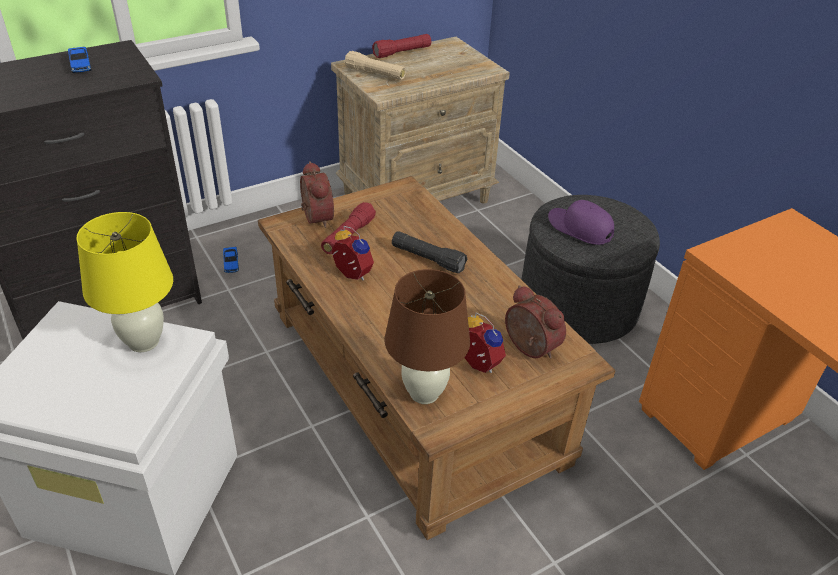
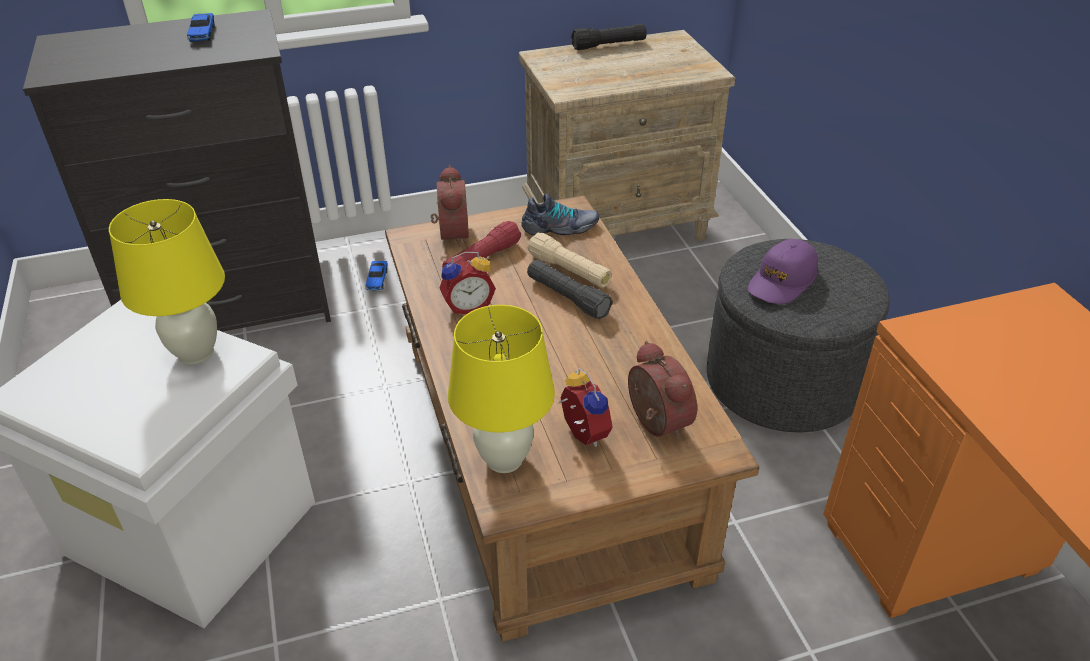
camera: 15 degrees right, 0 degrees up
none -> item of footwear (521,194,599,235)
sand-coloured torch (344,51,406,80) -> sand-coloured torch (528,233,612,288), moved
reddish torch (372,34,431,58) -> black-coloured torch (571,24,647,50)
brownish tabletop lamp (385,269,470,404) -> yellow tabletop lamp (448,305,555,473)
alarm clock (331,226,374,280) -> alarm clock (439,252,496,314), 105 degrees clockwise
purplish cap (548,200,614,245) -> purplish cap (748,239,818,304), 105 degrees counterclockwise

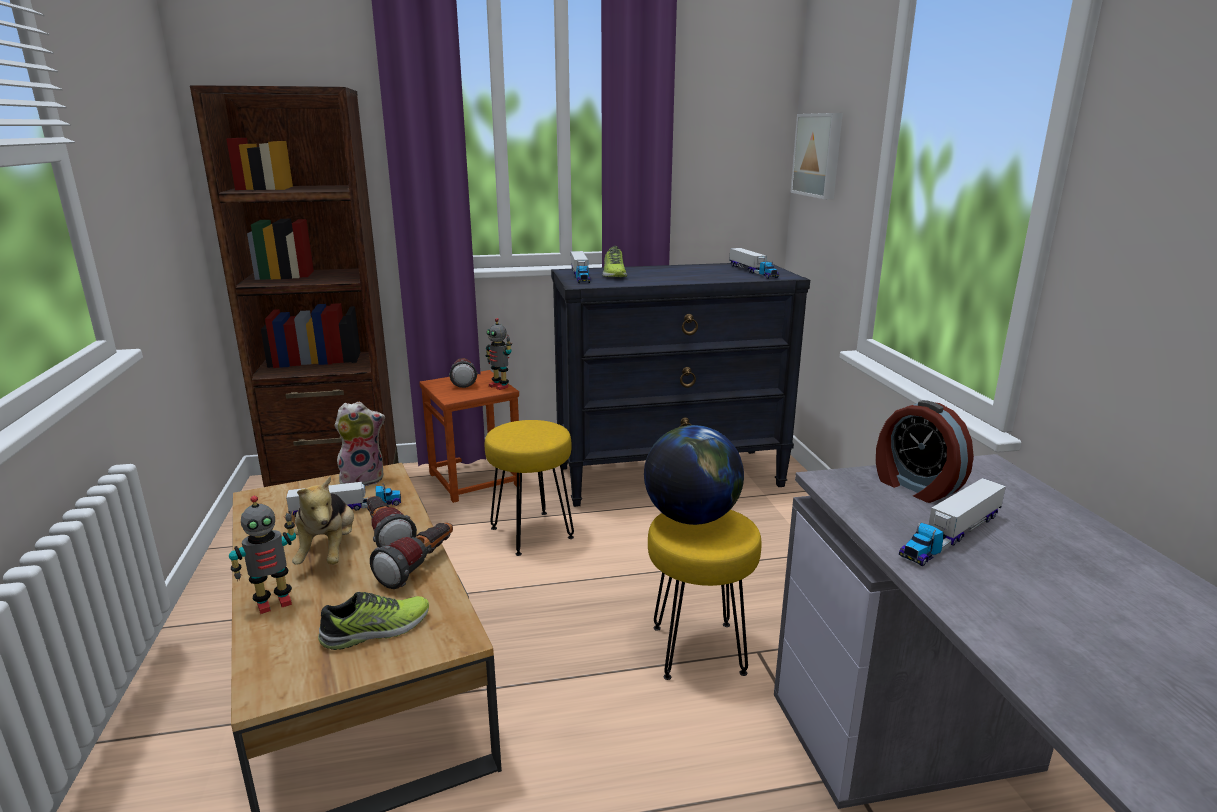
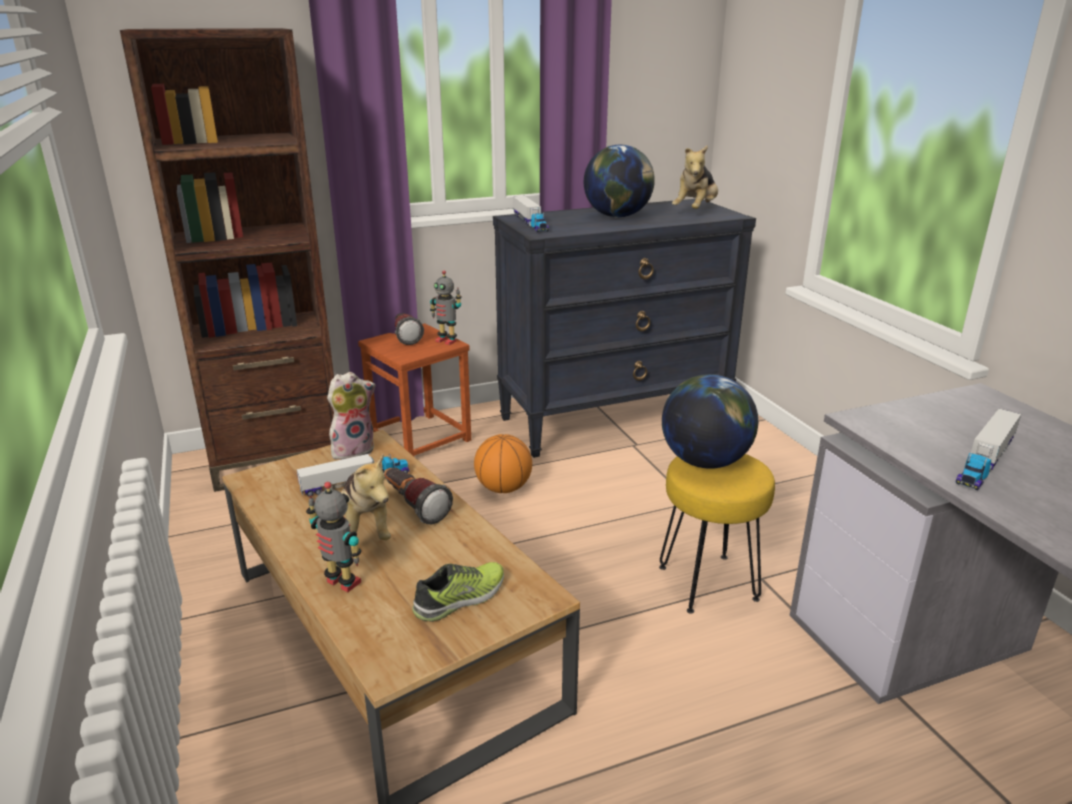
camera: 10 degrees left, 5 degrees up
torch (370,522,453,589) -> none
item of footwear (603,246,627,277) -> none
wall art (790,113,843,199) -> none
alarm clock (876,400,974,503) -> none
none -> globe (584,144,655,217)
yellow stool seat (485,420,574,556) -> ball for basketball (474,434,532,493)
model truck (730,248,779,279) -> plush toy (672,145,718,209)
model robot (229,496,296,614) -> model robot (306,482,361,592), 105 degrees counterclockwise

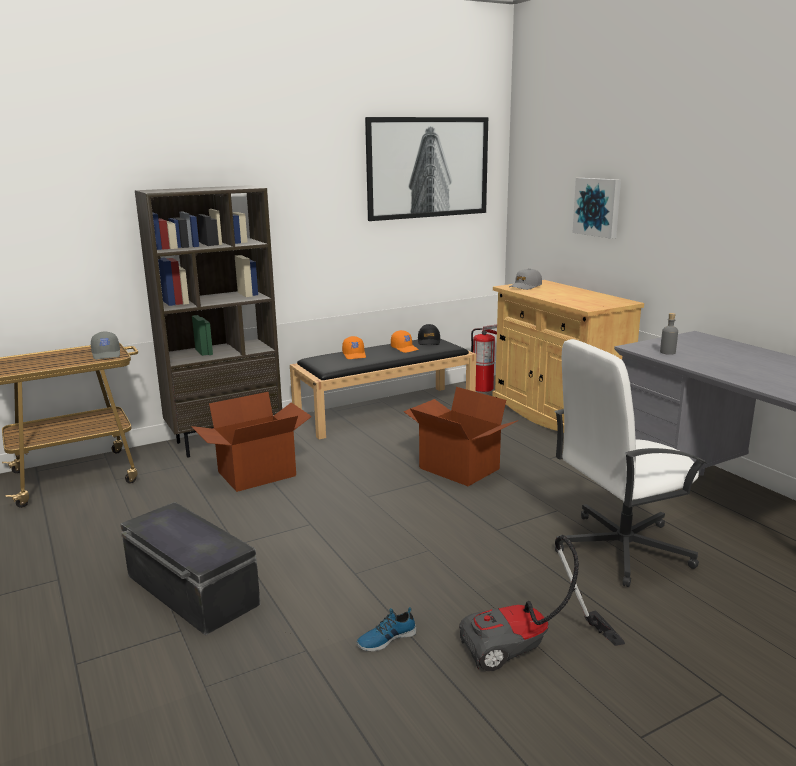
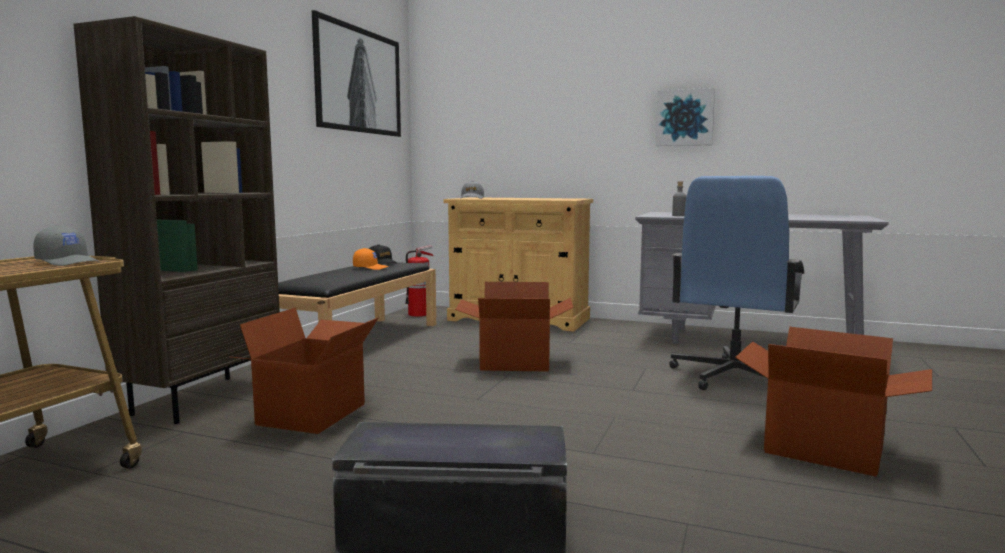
camera: 40 degrees left, 10 degrees down
orangey cap (342,336,366,359) -> none
item of footwear (356,607,417,651) -> none
wall art (573,178,621,239) -> wall art (656,88,715,146), moved
vacuum (459,535,625,671) -> cardboard box (735,327,932,477)
white-coloured computer chair (554,339,707,587) -> blue computer chair (669,176,804,390)

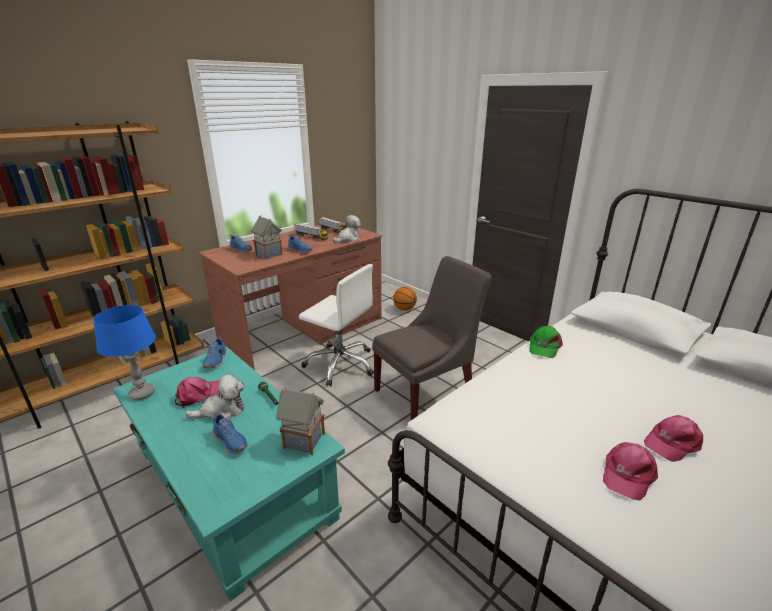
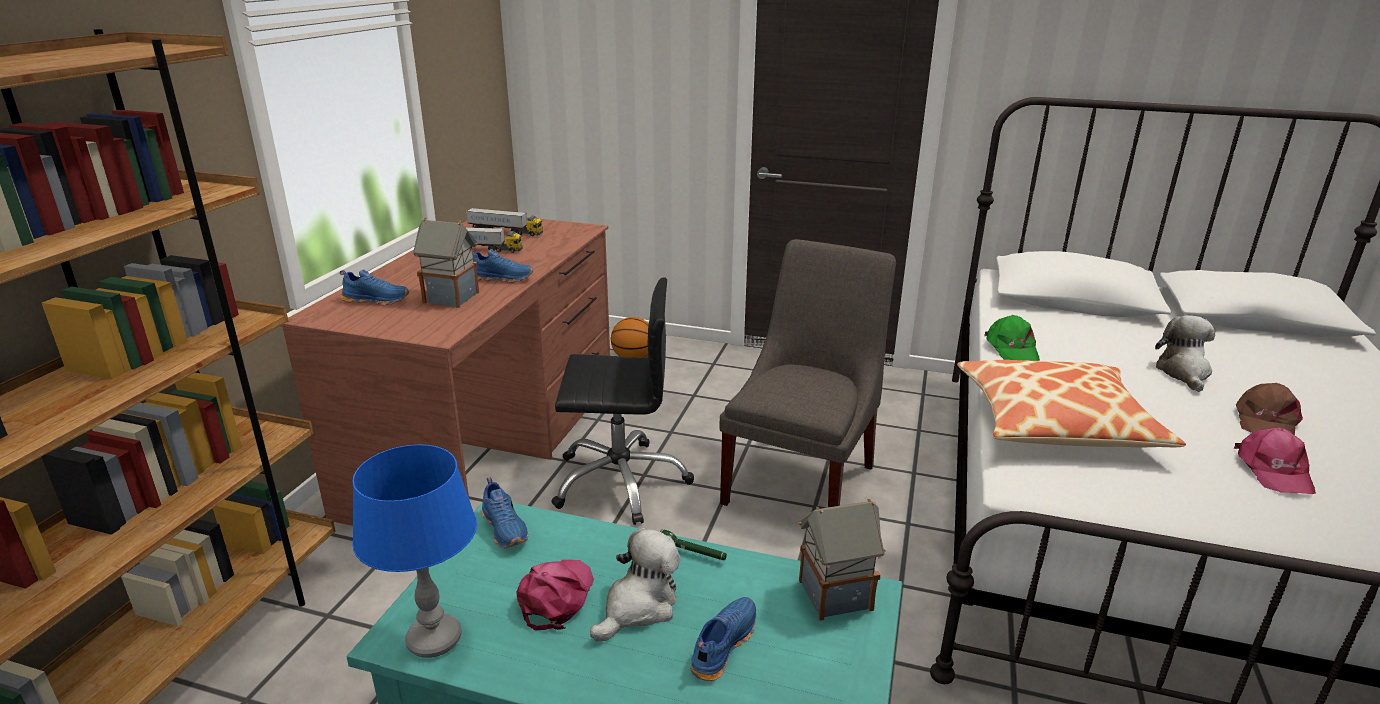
camera: 30 degrees left, 0 degrees up
none -> pillow (957,360,1186,447)
plush toy (333,215,361,243) -> plush toy (1155,315,1215,392), moved
white-coloured computer chair (299,264,374,386) -> black-coloured computer chair (551,278,694,525)
pink cap (644,415,703,462) -> brownish cap (1236,383,1303,435)
blue item of footwear (213,411,248,454) -> blue item of footwear (691,597,756,681), 75 degrees counterclockwise

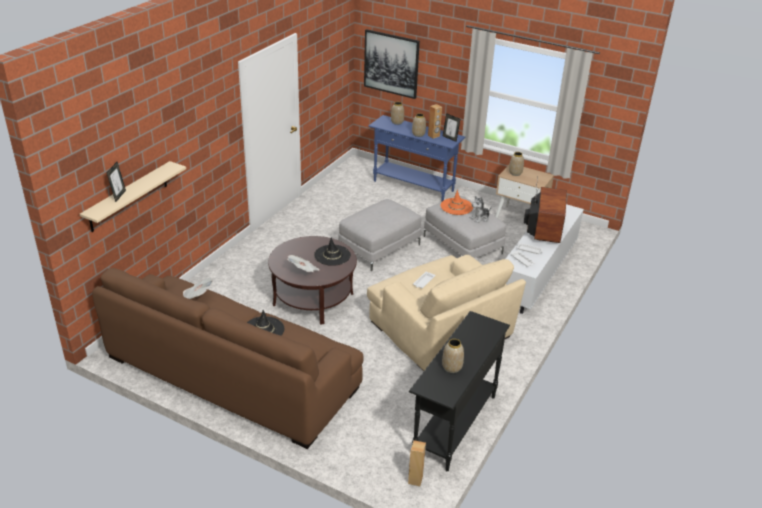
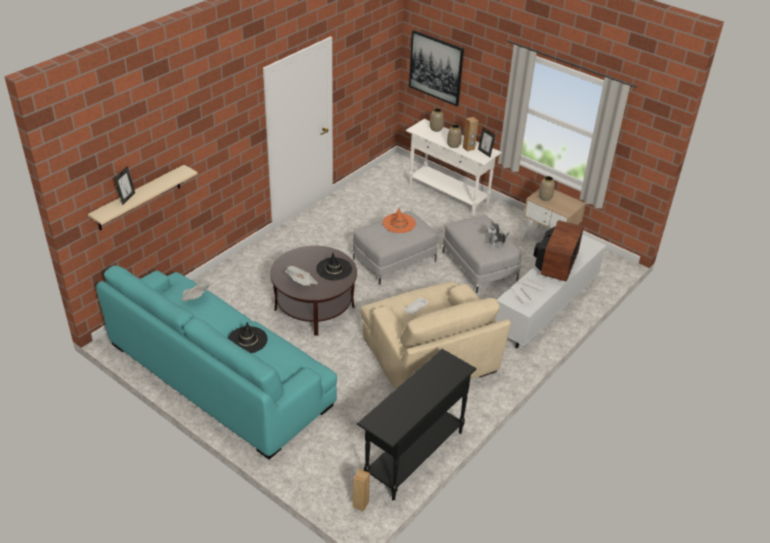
camera: 10 degrees right, 5 degrees up
vase (442,339,464,373) -> none
orangey clothing hat (441,190,473,215) -> orangey clothing hat (383,208,416,233), moved
brownish sofa (92,268,364,449) -> turquoise-coloured sofa (96,265,337,459)
blue console table (368,115,465,202) -> white-coloured console table (406,119,502,216)

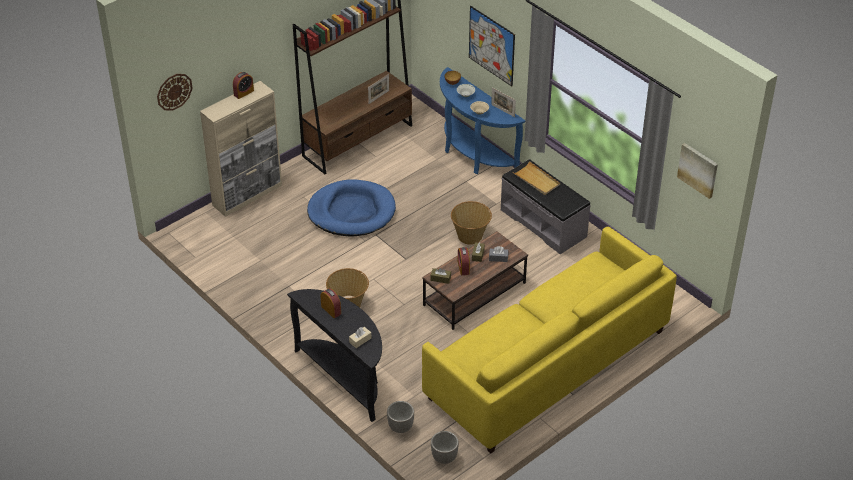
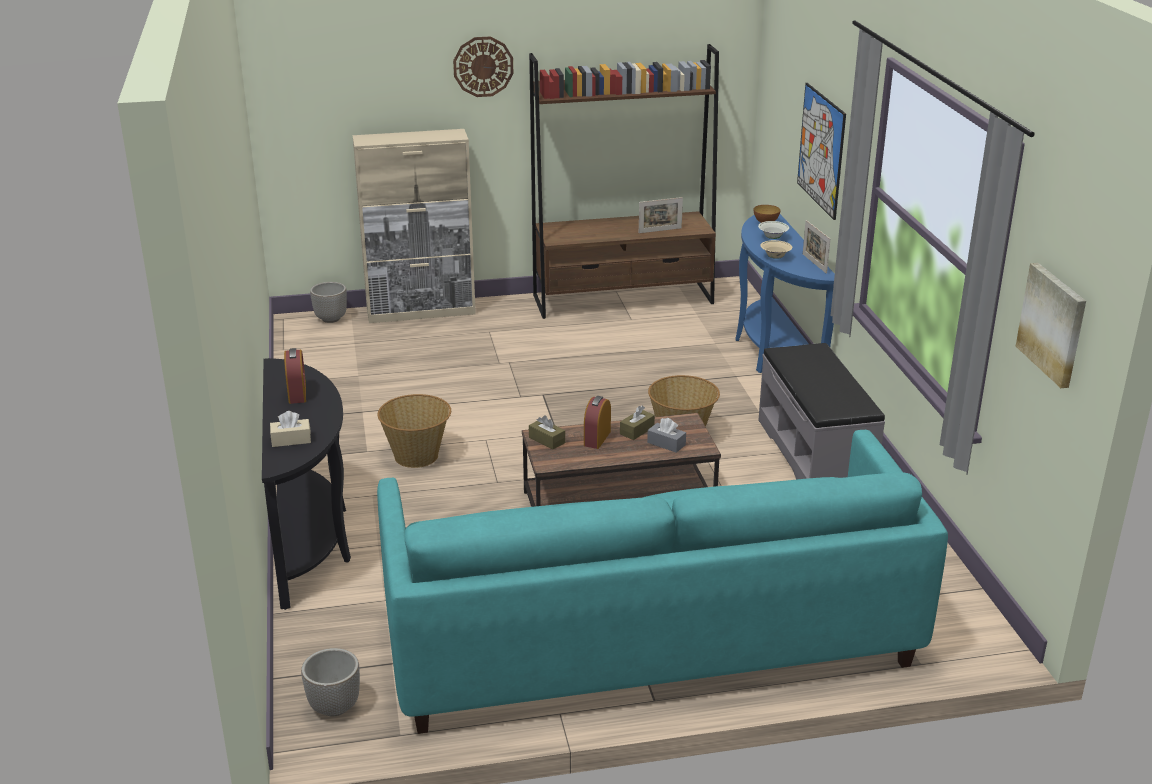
camera: 30 degrees right, 15 degrees down
alarm clock (233,72,254,99) -> none
blue pet bed (307,179,396,236) -> none
sand-coloured carrying tray (513,161,560,195) -> none
hanging clock (157,74,193,111) -> hanging clock (453,36,513,97), moved
flower pot (387,401,414,433) -> flower pot (310,282,347,323), moved
yellow sofa (422,227,677,454) -> turquoise-coloured sofa (377,430,948,734)

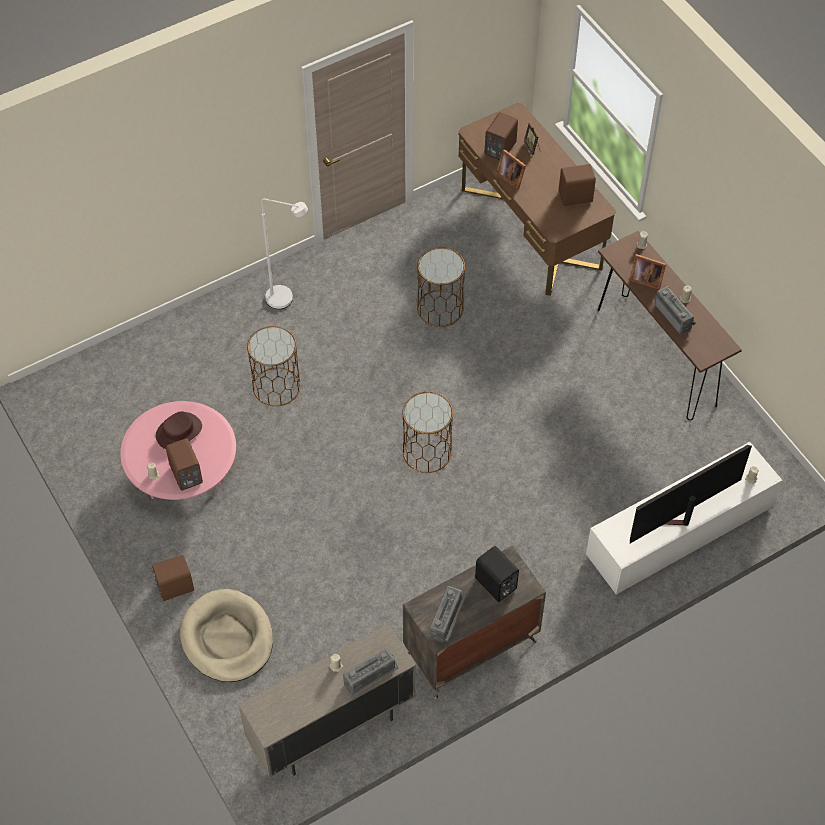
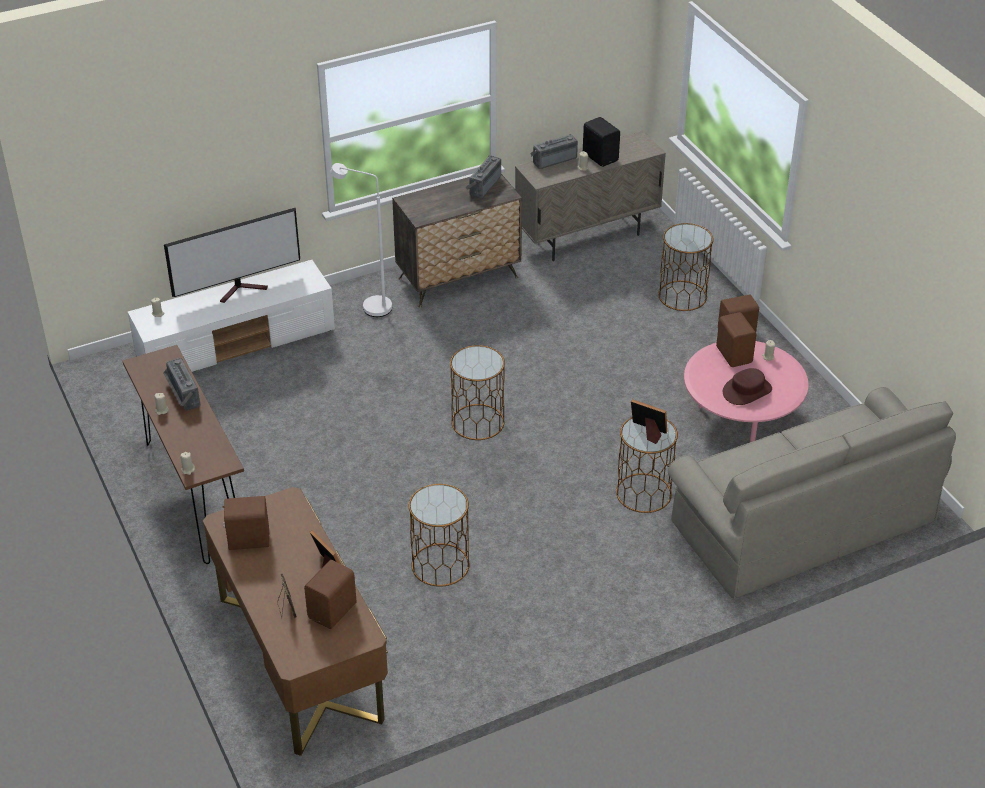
camera: 175 degrees left, 15 degrees down
none -> gray sofa (668,387,956,598)
white-coloured standard lamp (261,199,308,309) -> white-coloured standard lamp (330,163,392,317), moved
black-coloured loudspeaker (475,546,519,602) -> black-coloured loudspeaker (583,117,620,167), moved
picture frame (629,254,666,290) -> picture frame (631,399,668,444), moved
sand-coloured pet bed (180,589,273,682) -> brownish side table (658,223,713,311)

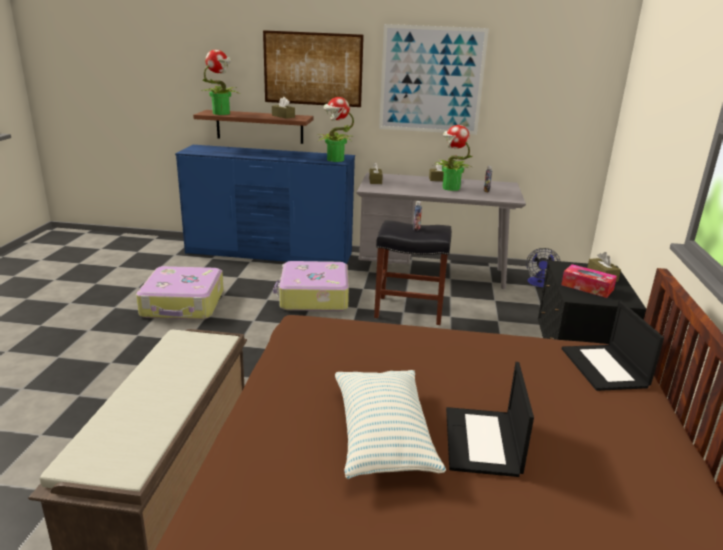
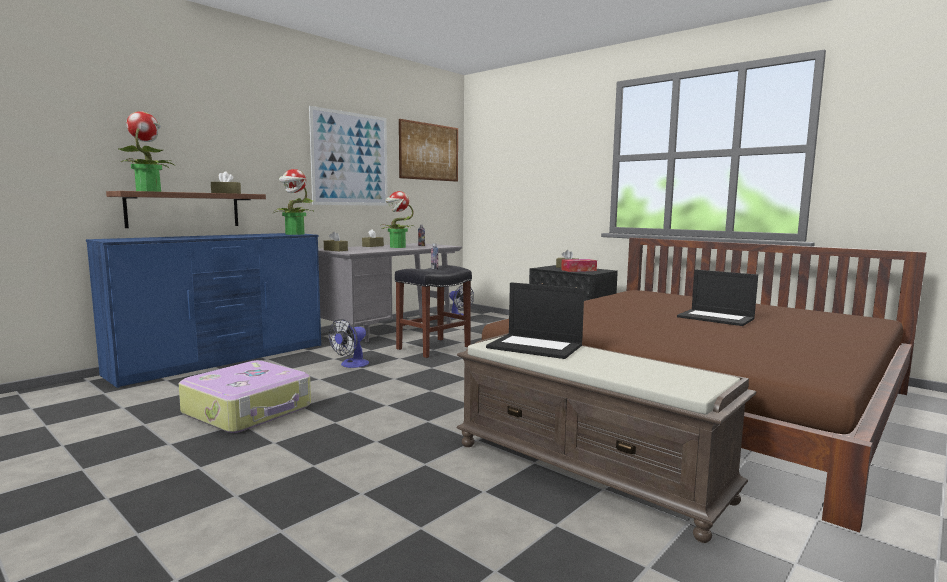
camera: 55 degrees left, 15 degrees down
pillow (335,370,446,479) -> none
wall art (263,30,364,107) -> wall art (399,119,458,182), moved
notebook computer (562,301,664,391) -> notebook computer (486,282,584,359), moved
travel case (273,261,349,311) -> fan (329,319,369,368)

